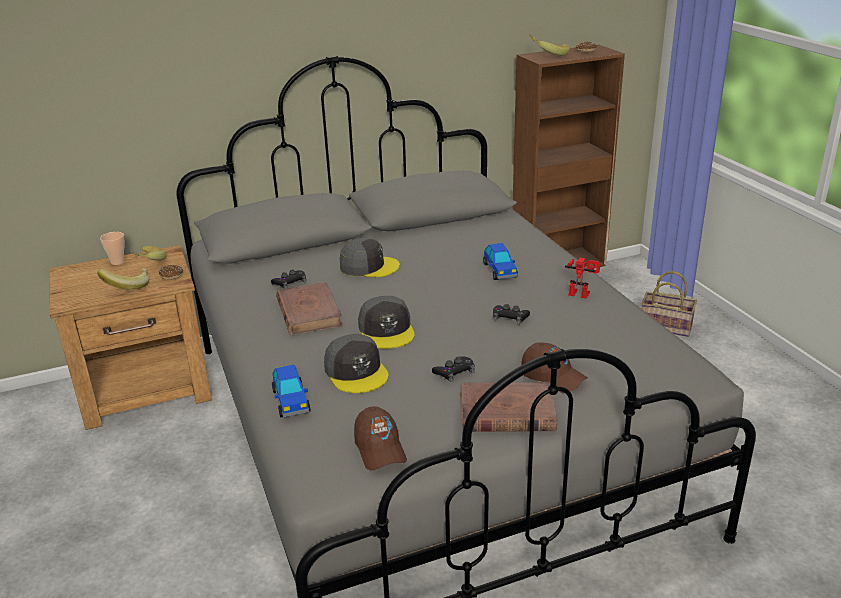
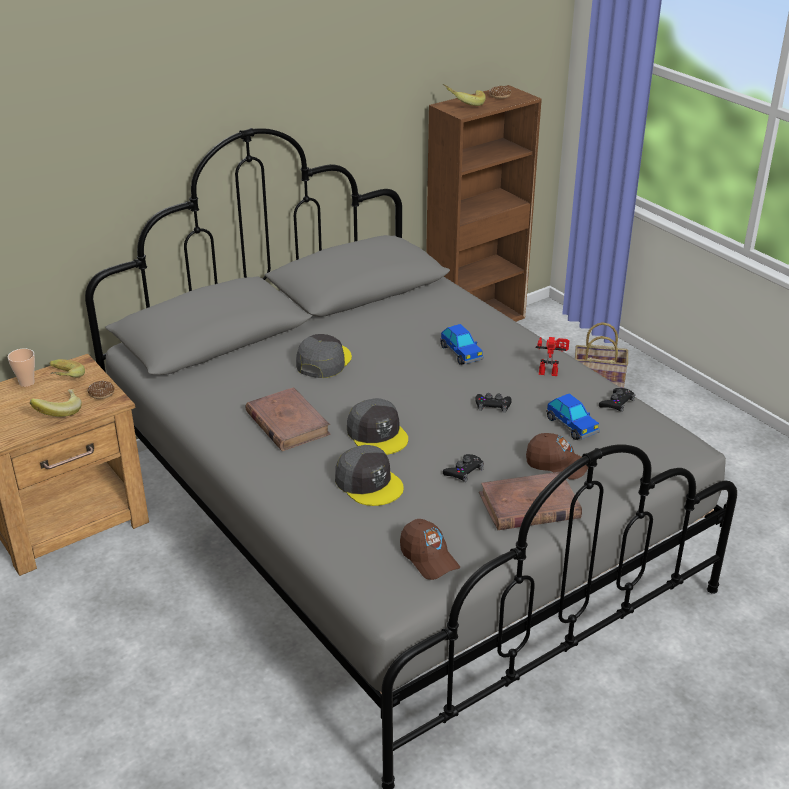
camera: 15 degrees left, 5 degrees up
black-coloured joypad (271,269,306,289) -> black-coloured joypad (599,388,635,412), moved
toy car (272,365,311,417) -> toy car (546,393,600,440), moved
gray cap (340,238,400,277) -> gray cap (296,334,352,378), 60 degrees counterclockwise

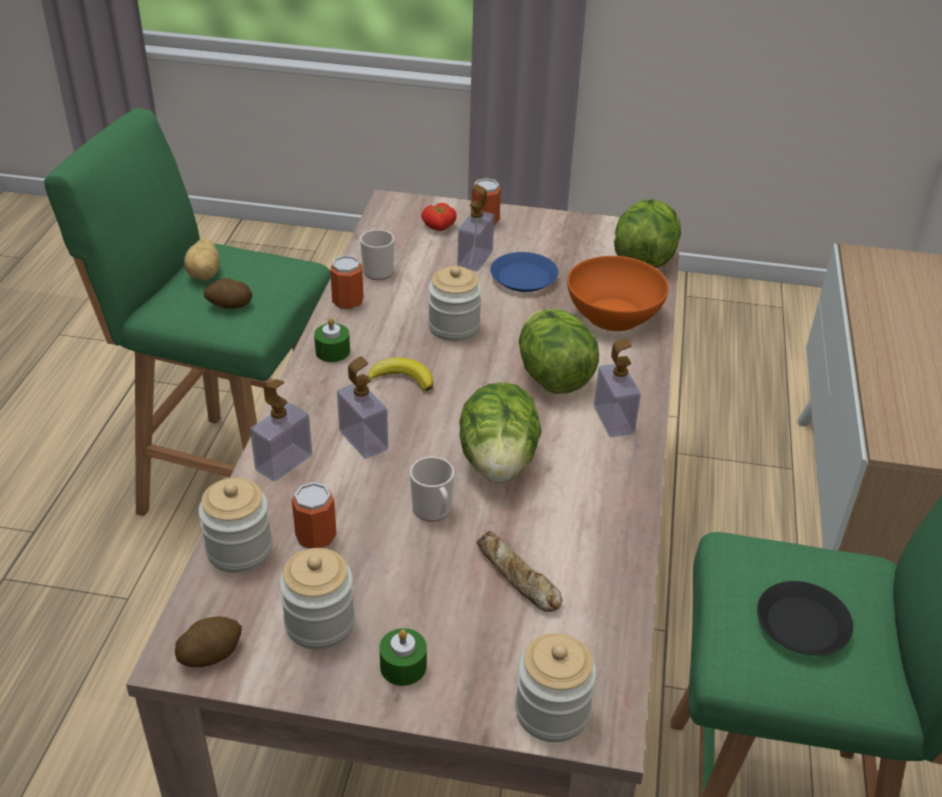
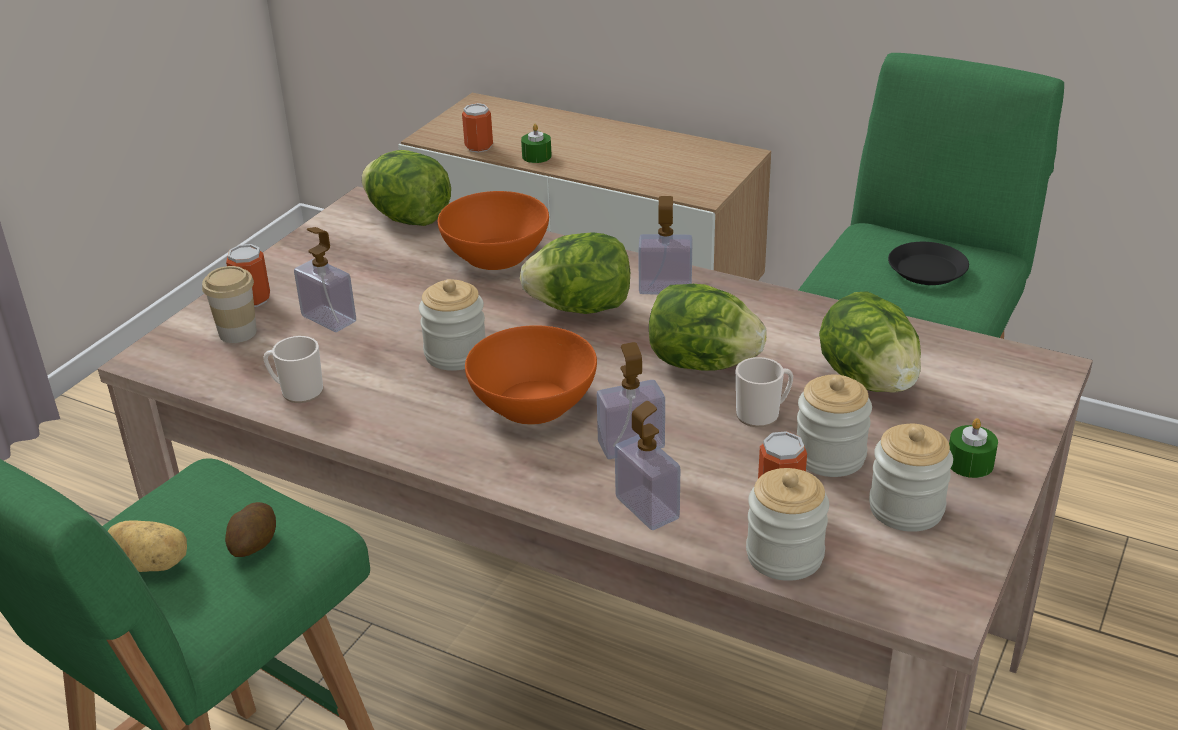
camera: 70 degrees left, 5 degrees down
whole potato (175,616,242,667) -> none
blue plate (490,252,559,292) -> none
green-coloured wax light (314,318,350,362) -> green-coloured wax light (521,124,552,163), moved
sealed can (330,255,363,310) -> sealed can (462,103,493,153), moved
preserve jar (515,633,597,742) -> preserve jar (797,375,872,477), moved
whole banana (367,357,433,391) -> orangey bowl (465,325,597,424)
fresh tomato (421,203,457,231) -> cup (202,266,257,343)
bakery bread (477,531,563,612) -> lettuce (819,291,921,393)

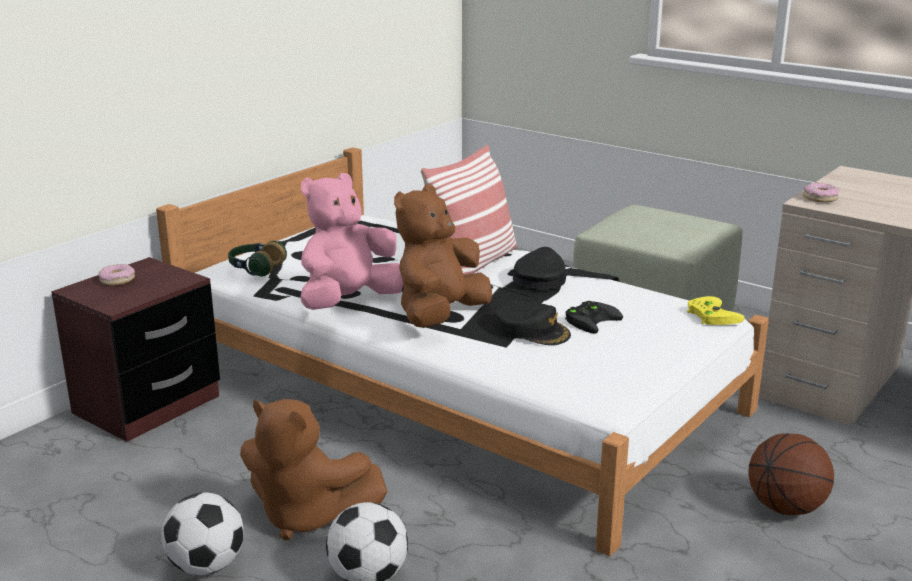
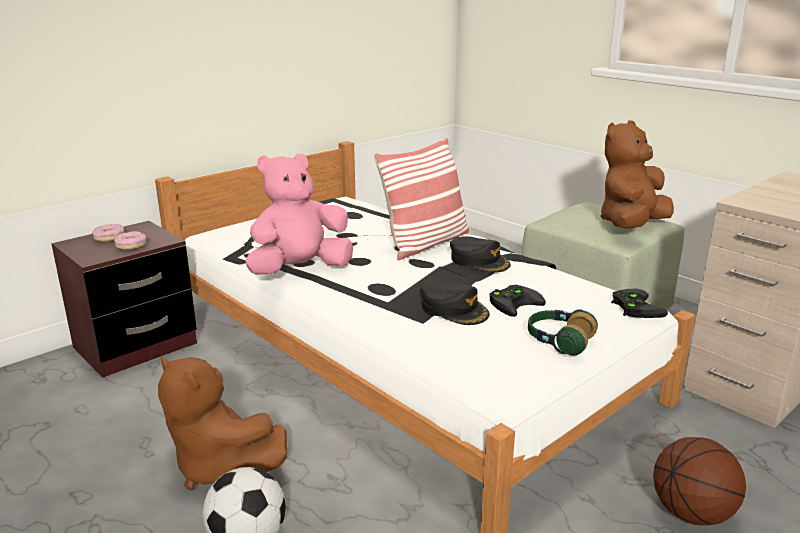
camera: 10 degrees right, 0 degrees up
football (162,492,244,575) -> none
headset (228,241,287,277) -> headset (528,309,598,355), moved
brownish plush toy (394,184,492,328) -> brownish plush toy (600,120,674,229), moved
donut (803,182,839,203) -> donut (114,231,146,250), moved
yellow joypad (687,296,744,325) -> black-coloured joypad (611,289,668,318)
black-coloured cap (513,247,568,290) -> black-coloured cap (450,236,511,273), 105 degrees clockwise

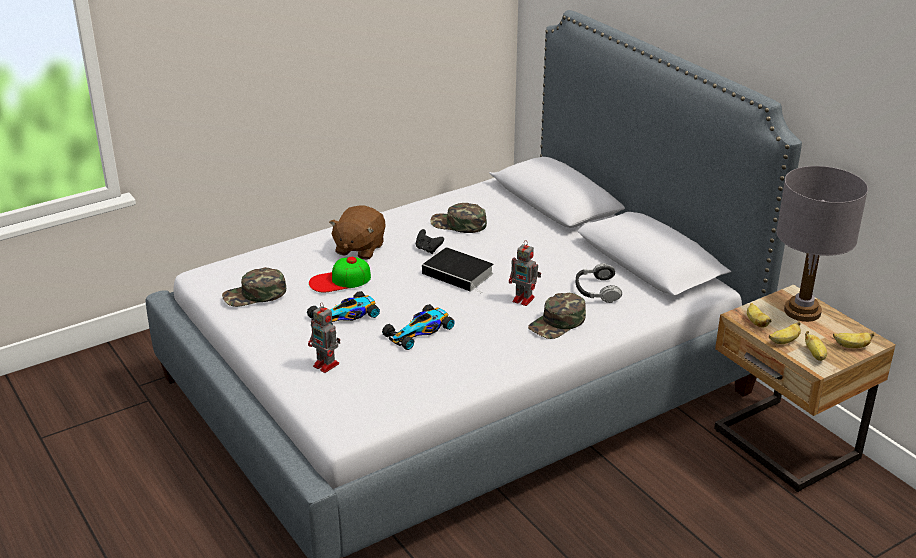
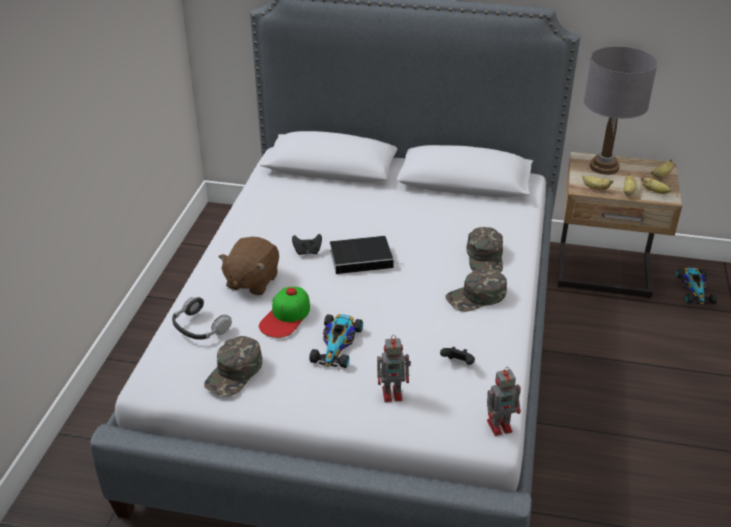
camera: 45 degrees left, 5 degrees up
none -> black-coloured joypad (440,347,475,365)
toy car (382,304,455,350) -> toy car (676,268,717,304), moved
green-coloured cap (430,203,487,233) -> green-coloured cap (446,268,507,312), moved
model robot (509,240,541,306) -> model robot (487,367,521,436), moved
headset (576,263,622,303) -> headset (172,297,232,340), moved
brownish plush toy (329,206,386,260) -> brownish plush toy (219,237,279,295), 45 degrees clockwise

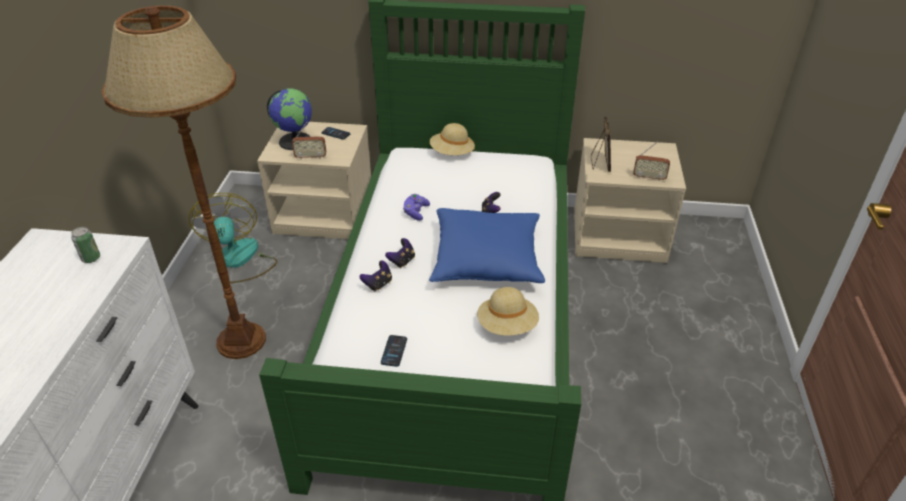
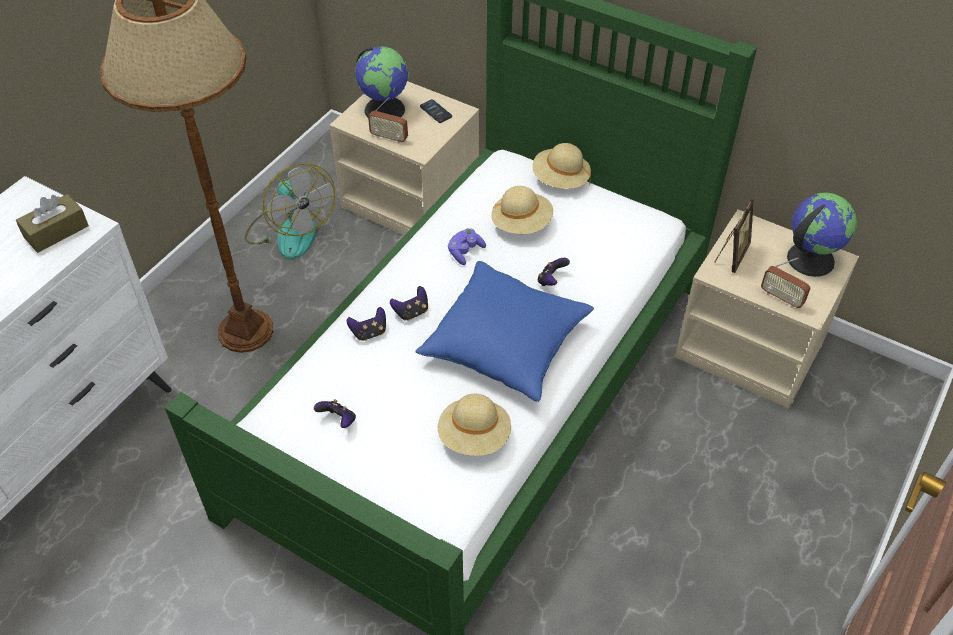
camera: 25 degrees right, 10 degrees up
none -> sand-coloured clothing hat (491,186,553,234)
none -> globe (787,193,857,277)
sealed can (71,227,100,263) -> brownish tissue box (16,194,89,253)
phone (381,335,407,367) -> joypad (314,399,356,428)
fan (189,193,277,283) -> fan (245,163,335,260), 135 degrees clockwise

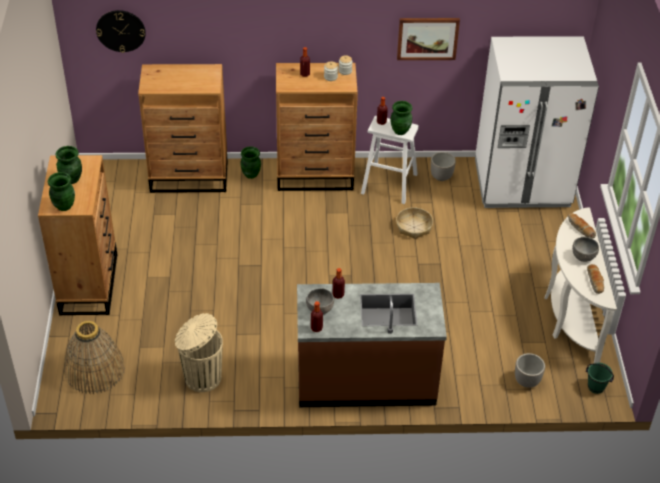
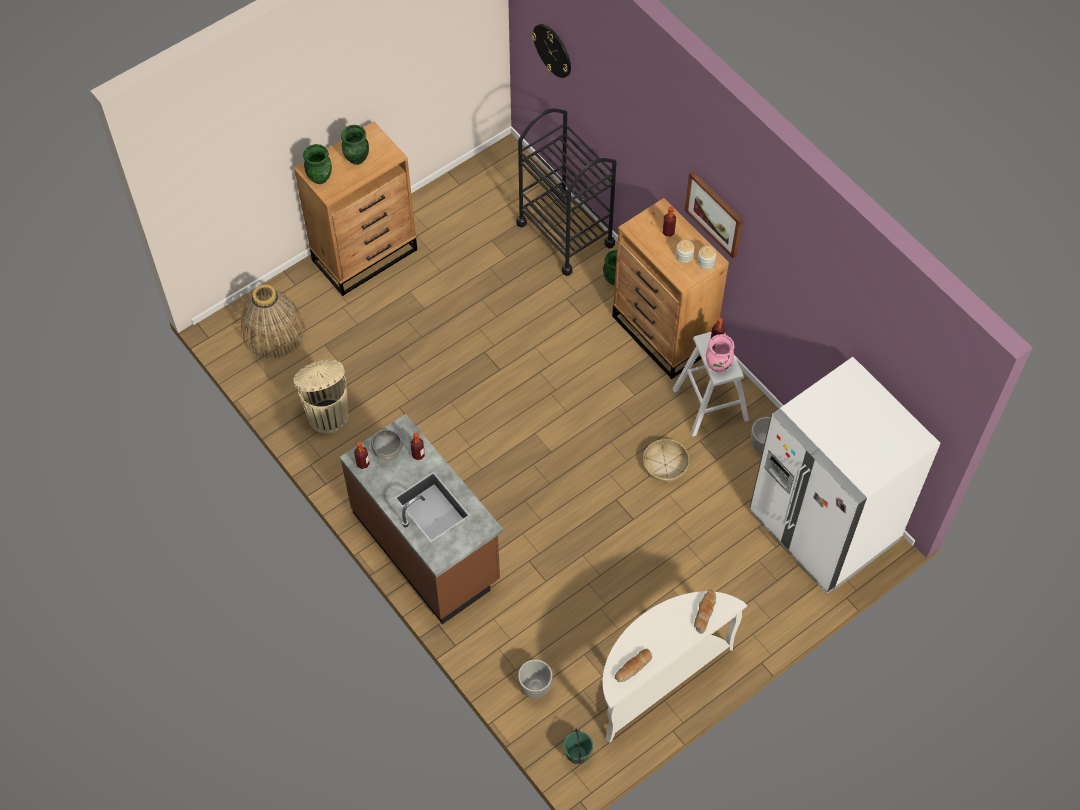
camera: 55 degrees right, 15 degrees up
gray bowl (572,237,599,262) -> none
wall art (397,18,460,60) -> wall art (685,171,743,259), moved
brownish chest of drawers (138,64,228,193) -> black-coloured cart (516,108,617,276)
green-coloured vase (390,101,412,135) -> pink vase (706,334,735,372)

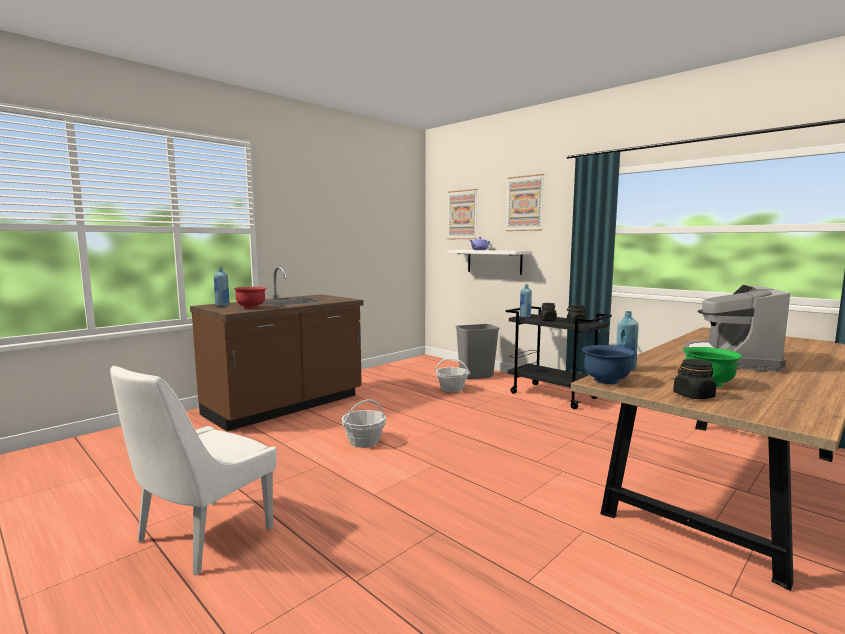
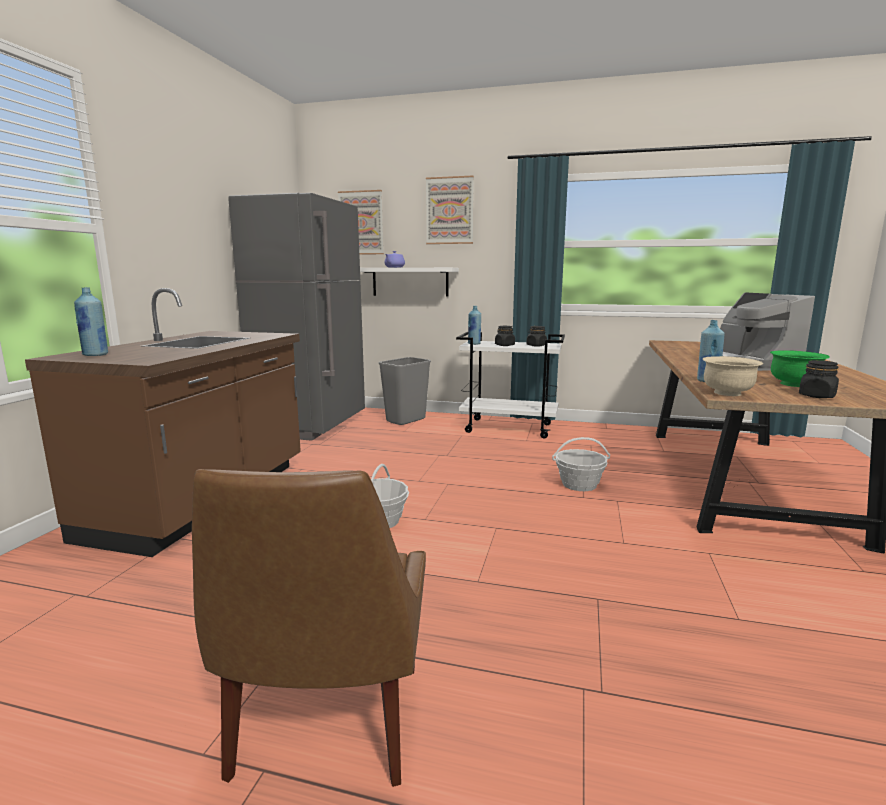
camera: 30 degrees left, 5 degrees up
reddish bowl (234,287,267,309) -> none
none -> gray kitchen fridge (228,193,365,441)
storage basket (435,358,470,392) -> storage basket (552,437,610,491), moved
white-coloured plain chair (110,366,277,575) -> brownish plain chair (192,469,426,787)
black-coloured cart (506,306,612,409) -> white-coloured cart (456,332,565,438)
blue bowl (582,345,635,384) -> sand-coloured bowl (703,356,763,396)

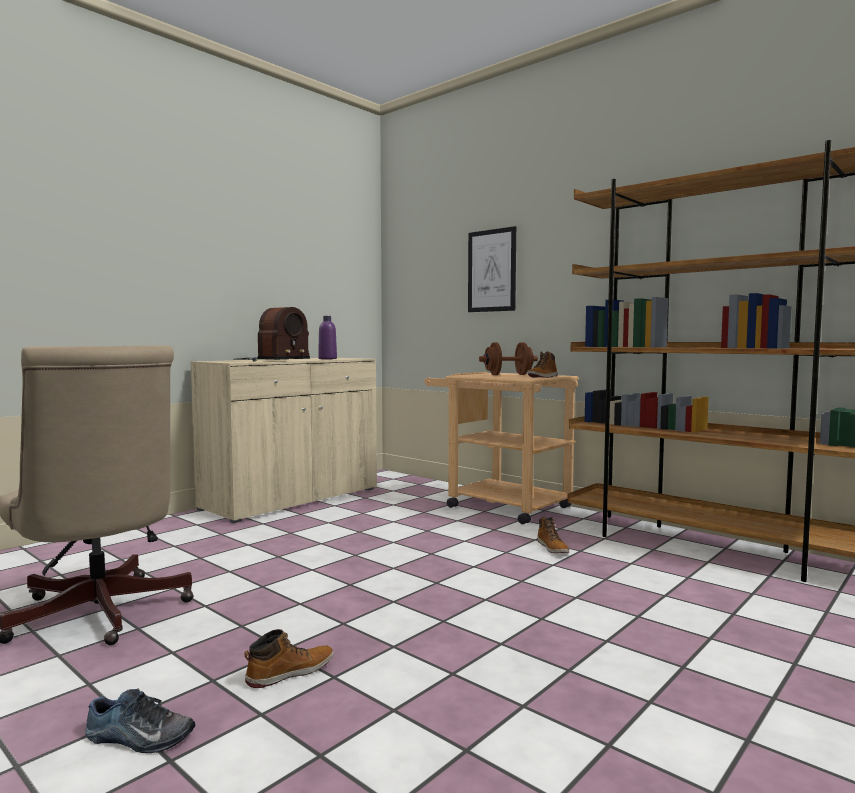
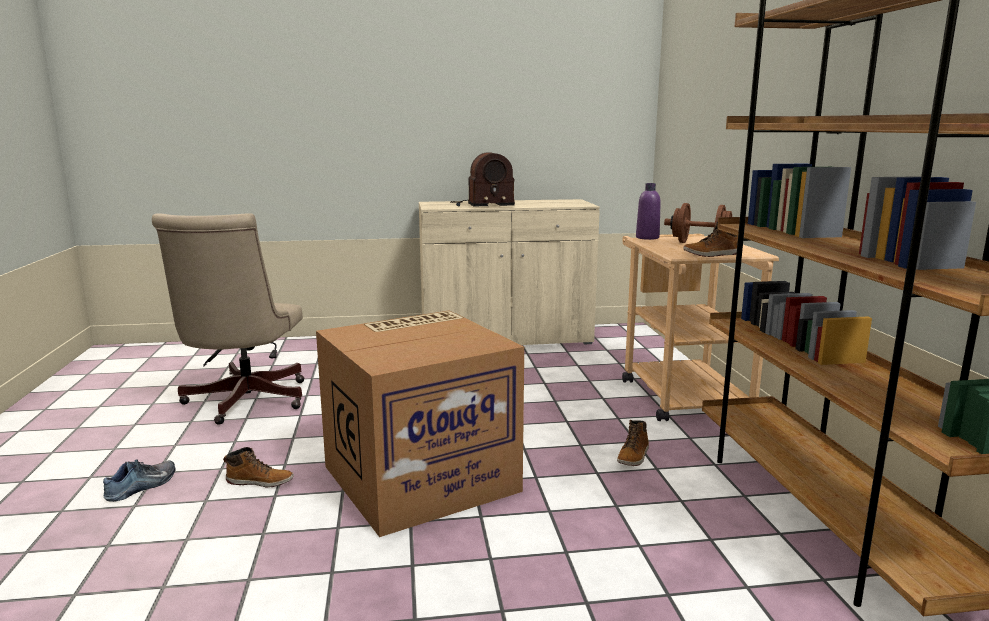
camera: 40 degrees right, 10 degrees up
wall art (468,226,516,312) -> none
none -> cardboard box (316,310,524,537)
purplish beverage bottle (318,316,337,359) -> purplish beverage bottle (636,183,661,240), moved
item of footwear (85,688,195,753) -> item of footwear (103,459,176,502), 105 degrees counterclockwise

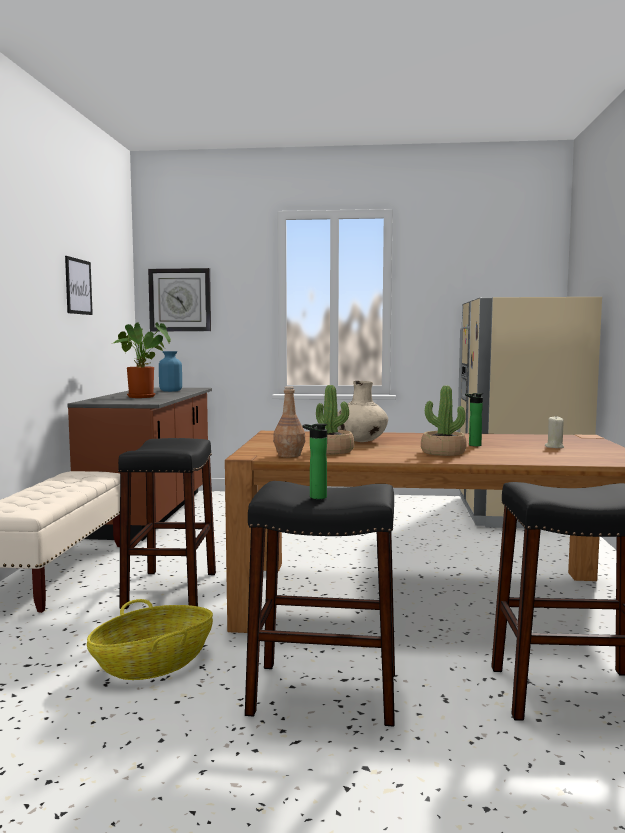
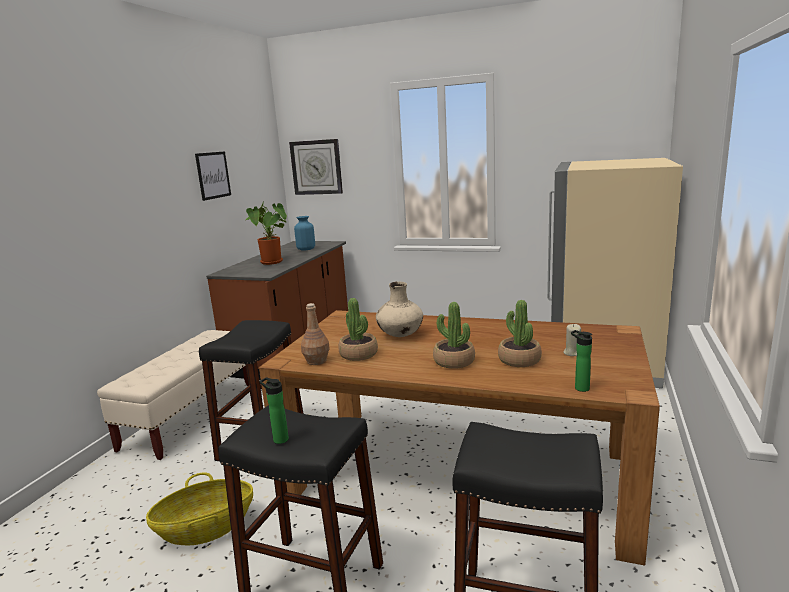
camera: 15 degrees right, 10 degrees up
none -> houseplant (498,300,542,367)
beverage bottle (465,393,483,446) -> beverage bottle (571,330,592,392), moved

